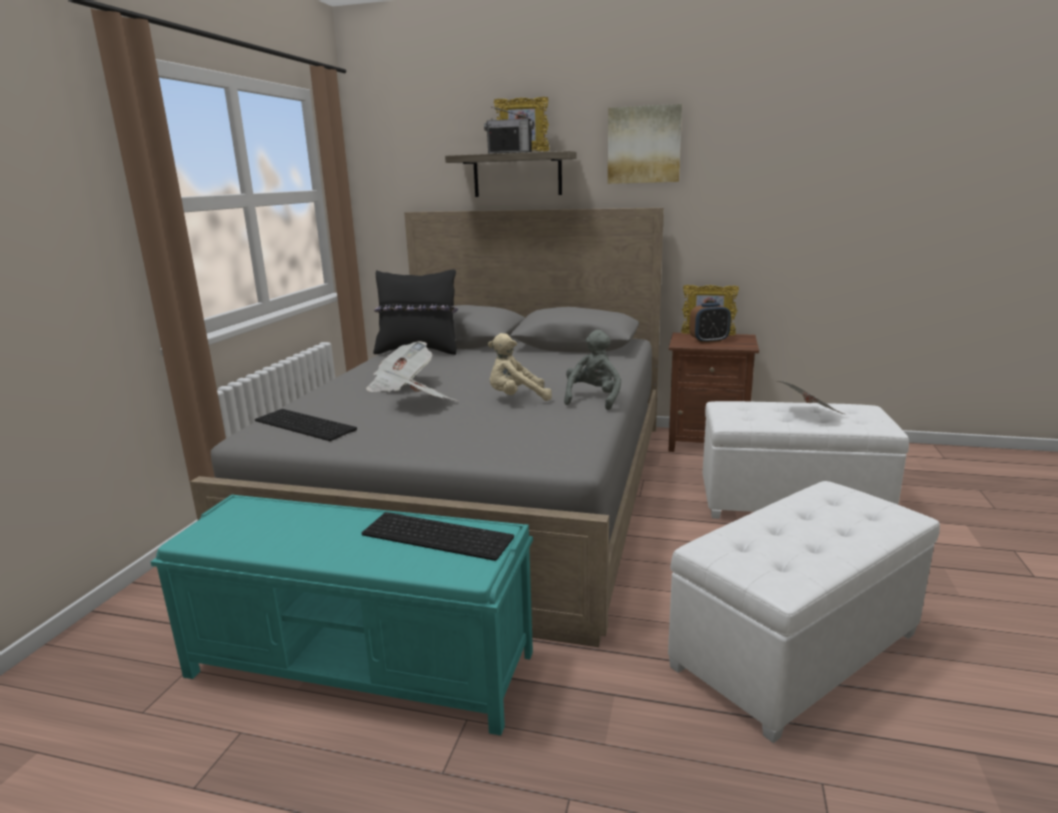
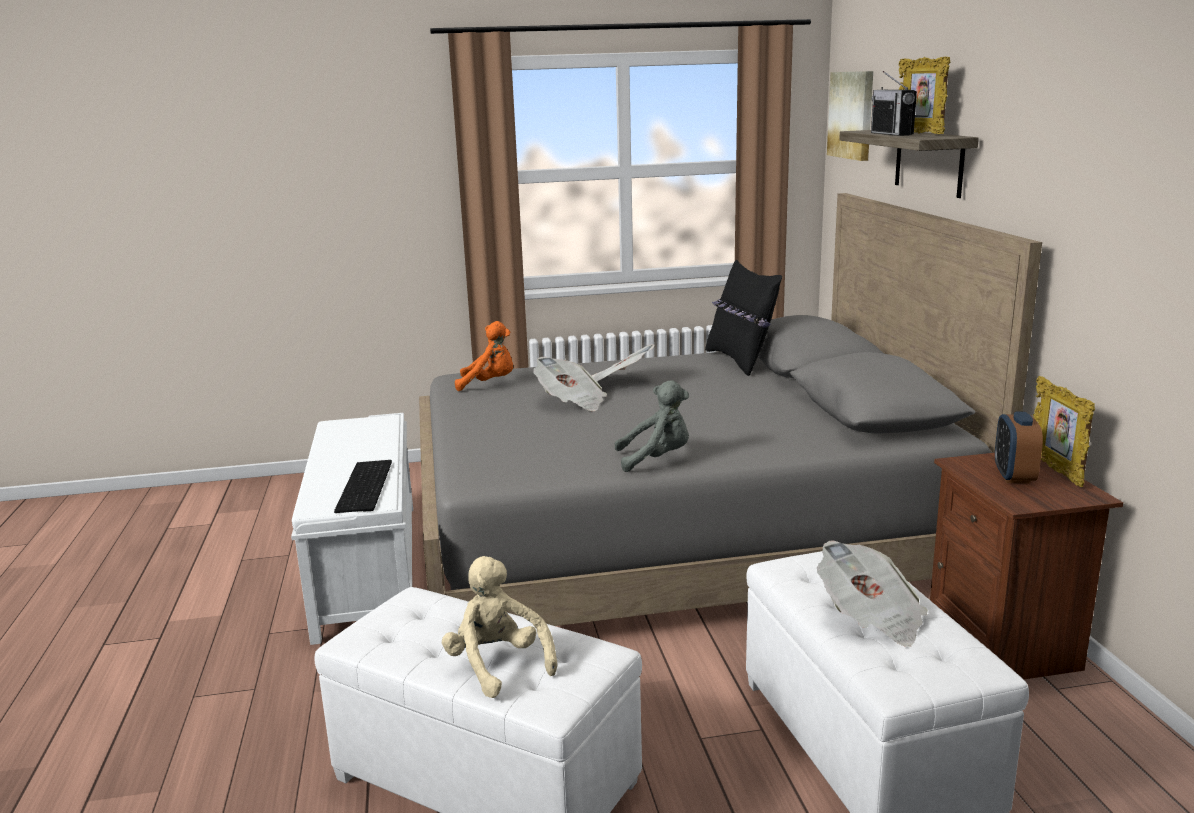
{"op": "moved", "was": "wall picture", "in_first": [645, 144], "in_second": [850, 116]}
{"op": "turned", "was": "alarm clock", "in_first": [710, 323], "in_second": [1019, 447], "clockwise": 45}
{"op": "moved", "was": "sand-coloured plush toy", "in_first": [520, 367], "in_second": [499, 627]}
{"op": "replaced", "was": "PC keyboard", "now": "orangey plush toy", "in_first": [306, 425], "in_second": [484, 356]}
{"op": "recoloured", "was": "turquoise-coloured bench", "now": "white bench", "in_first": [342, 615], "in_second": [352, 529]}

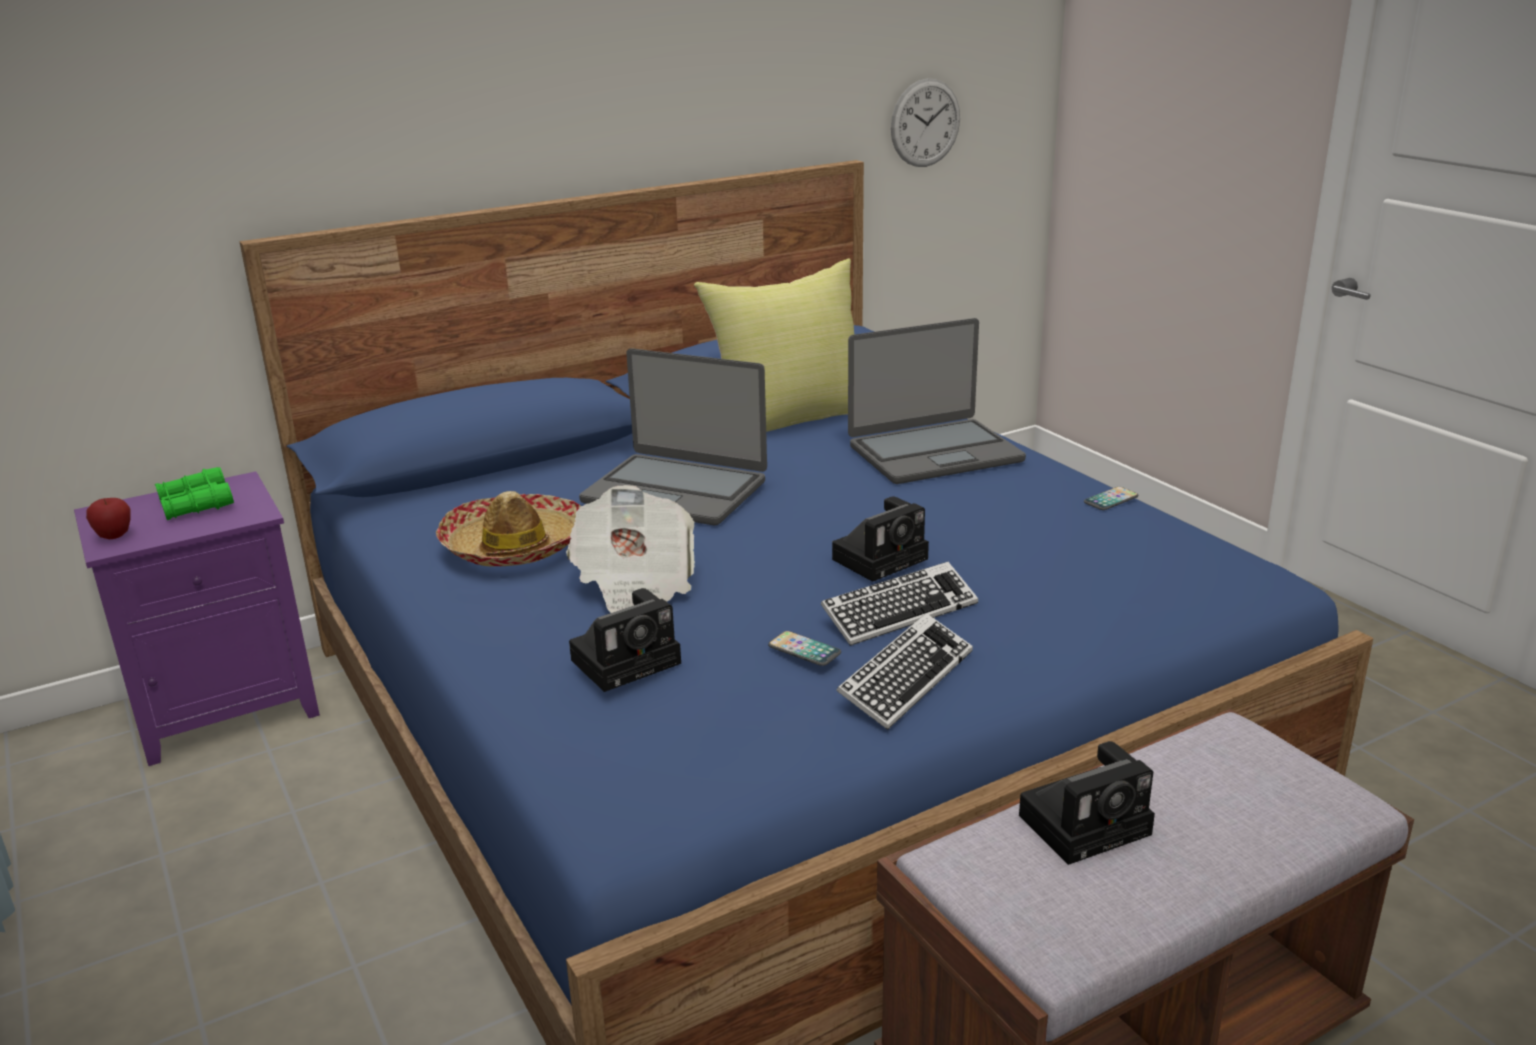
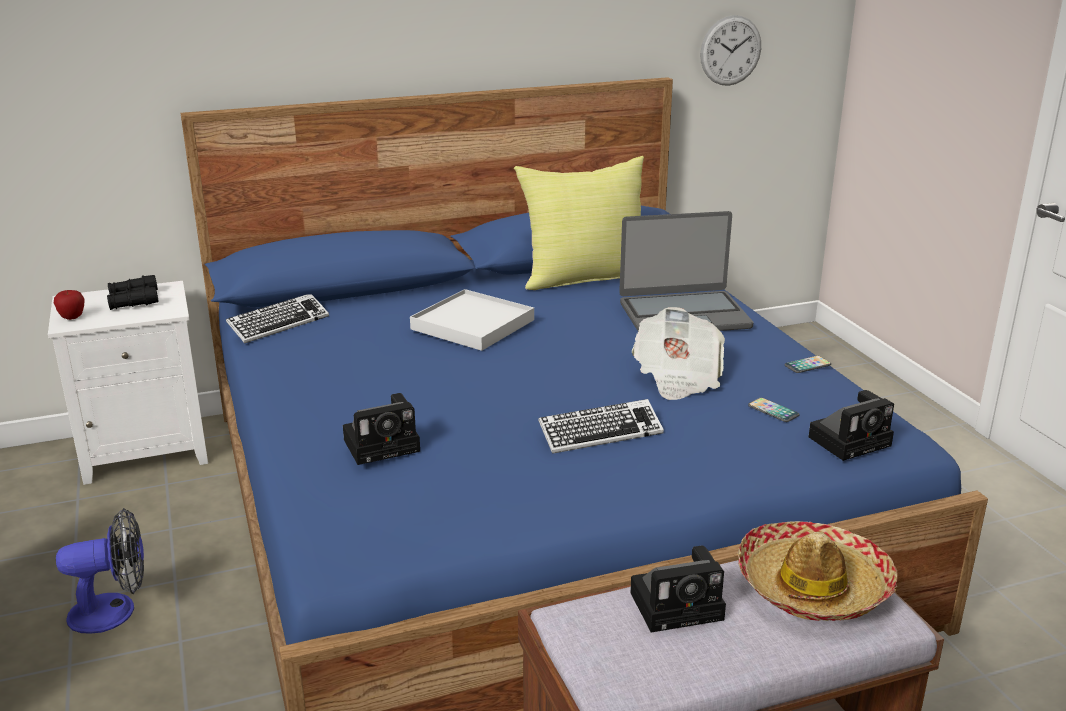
{"op": "replaced", "was": "portable computer", "now": "white carrying tray", "in_first": [673, 437], "in_second": [472, 320]}
{"op": "recoloured", "was": "green-coloured binoculars", "now": "black binoculars", "in_first": [194, 493], "in_second": [133, 292]}
{"op": "recoloured", "was": "purple-coloured bedside table", "now": "white bedside table", "in_first": [197, 618], "in_second": [128, 383]}
{"op": "moved", "was": "daily paper", "in_first": [630, 549], "in_second": [678, 353]}
{"op": "moved", "was": "wearable hat", "in_first": [508, 528], "in_second": [817, 571]}
{"op": "moved", "was": "still camera", "in_first": [880, 539], "in_second": [851, 425]}
{"op": "moved", "was": "PC keyboard", "in_first": [904, 671], "in_second": [277, 318]}
{"op": "moved", "was": "telephone", "in_first": [804, 648], "in_second": [773, 410]}
{"op": "added", "now": "cooling fan", "in_second": [100, 571]}

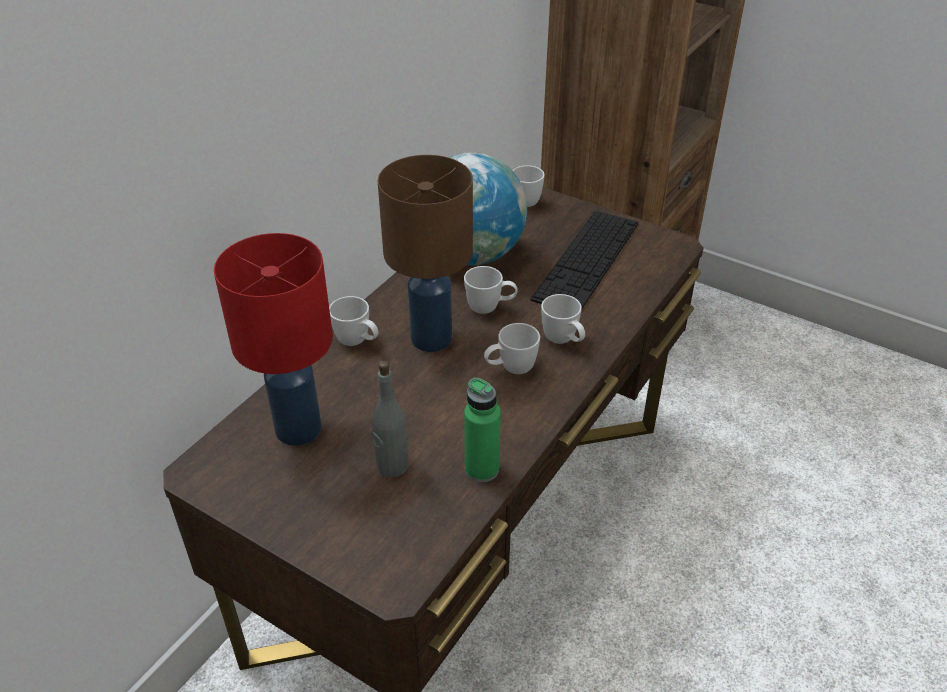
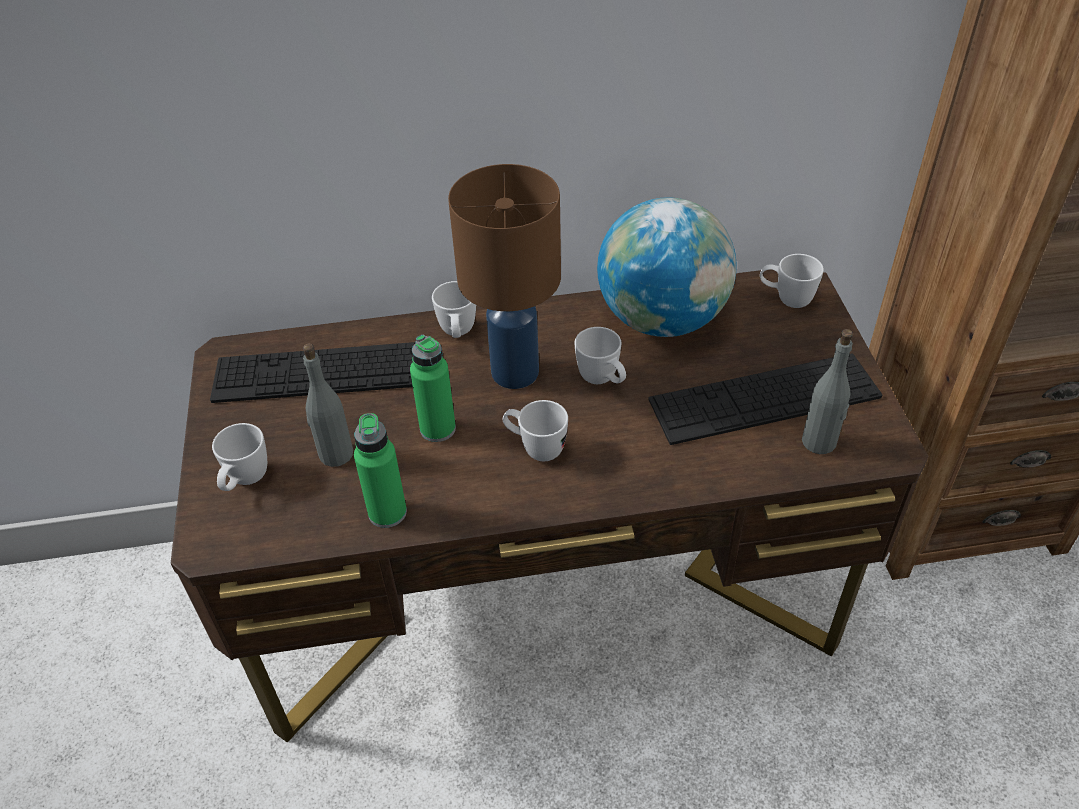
{"op": "replaced", "was": "reddish tabletop lamp", "now": "PC keyboard", "in_first": [273, 339], "in_second": [312, 372]}
{"op": "moved", "was": "white tea mug", "in_first": [563, 319], "in_second": [239, 457]}
{"op": "added", "now": "grey drink bottle", "in_second": [827, 391]}
{"op": "added", "now": "green-coloured drink bottle", "in_second": [433, 388]}

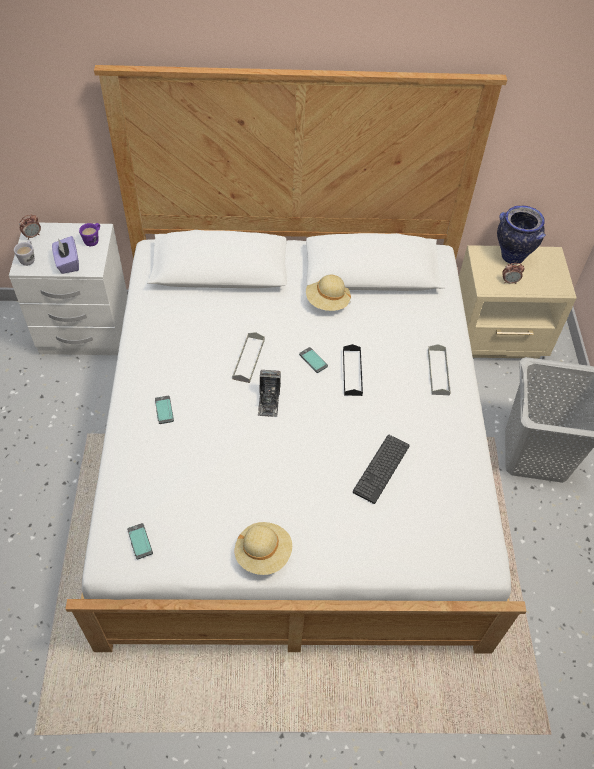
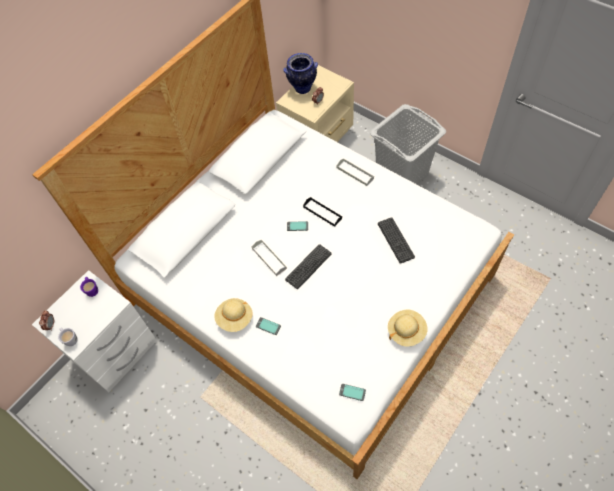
{"op": "removed", "was": "purple-coloured box of tissues", "in_first": [65, 255]}
{"op": "moved", "was": "sand-coloured wearable hat", "in_first": [328, 293], "in_second": [233, 315]}
{"op": "replaced", "was": "still camera", "now": "PC keyboard", "in_first": [269, 393], "in_second": [308, 266]}

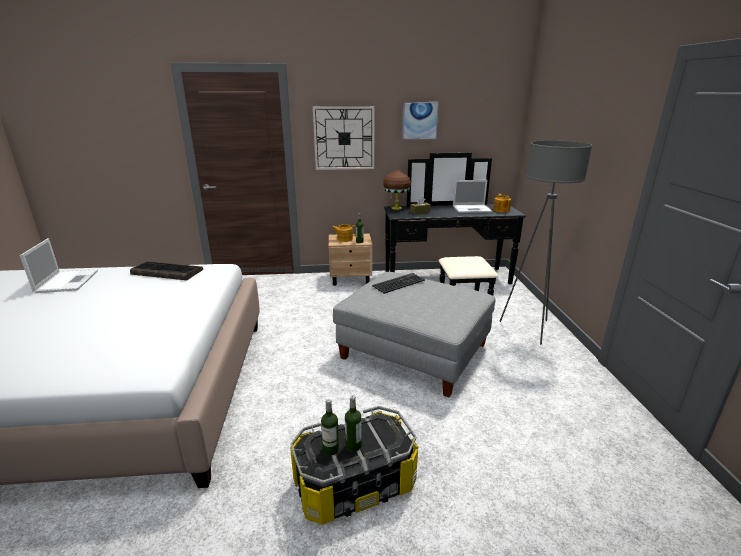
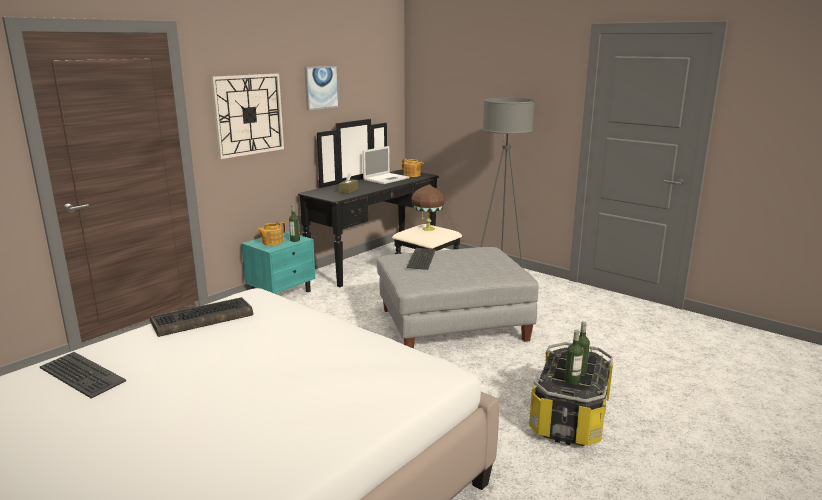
{"op": "moved", "was": "brown tabletop lamp", "in_first": [397, 190], "in_second": [428, 207]}
{"op": "recoloured", "was": "sand-coloured bedside table", "now": "turquoise-coloured bedside table", "in_first": [350, 260], "in_second": [278, 262]}
{"op": "replaced", "was": "portable computer", "now": "PC keyboard", "in_first": [59, 265], "in_second": [83, 375]}

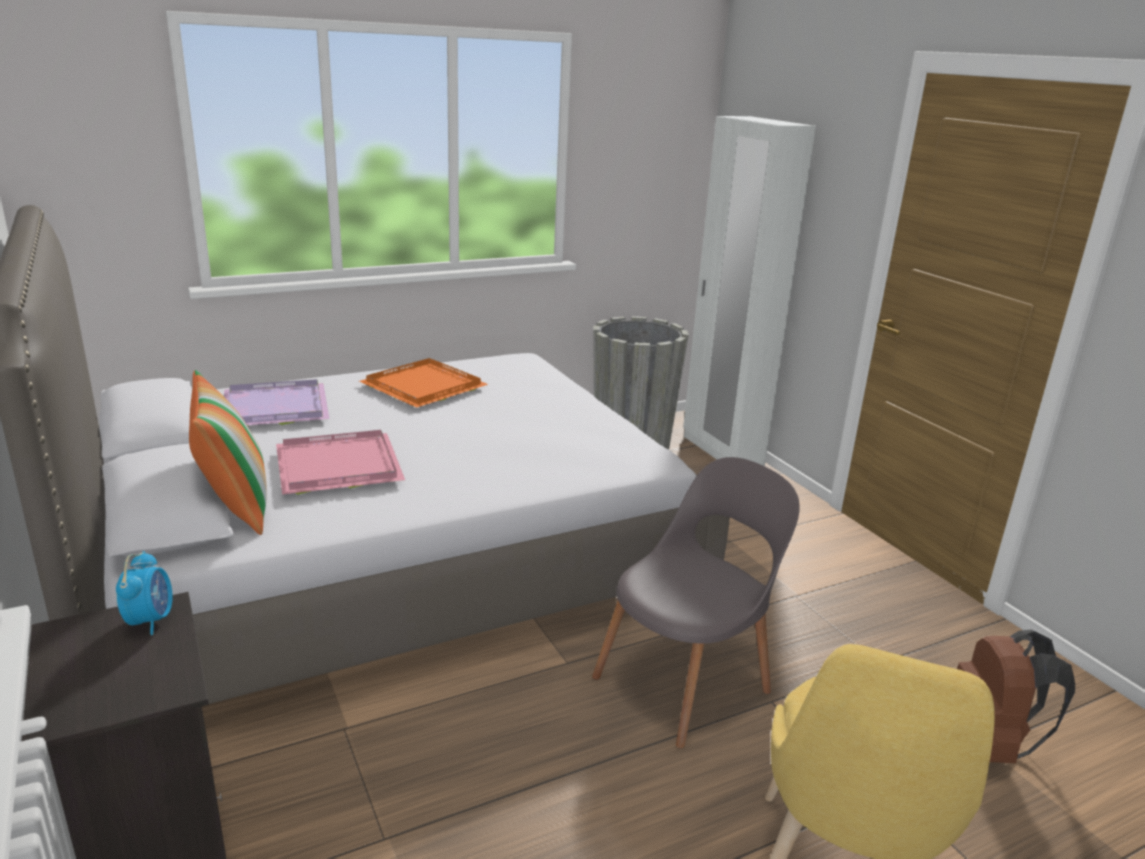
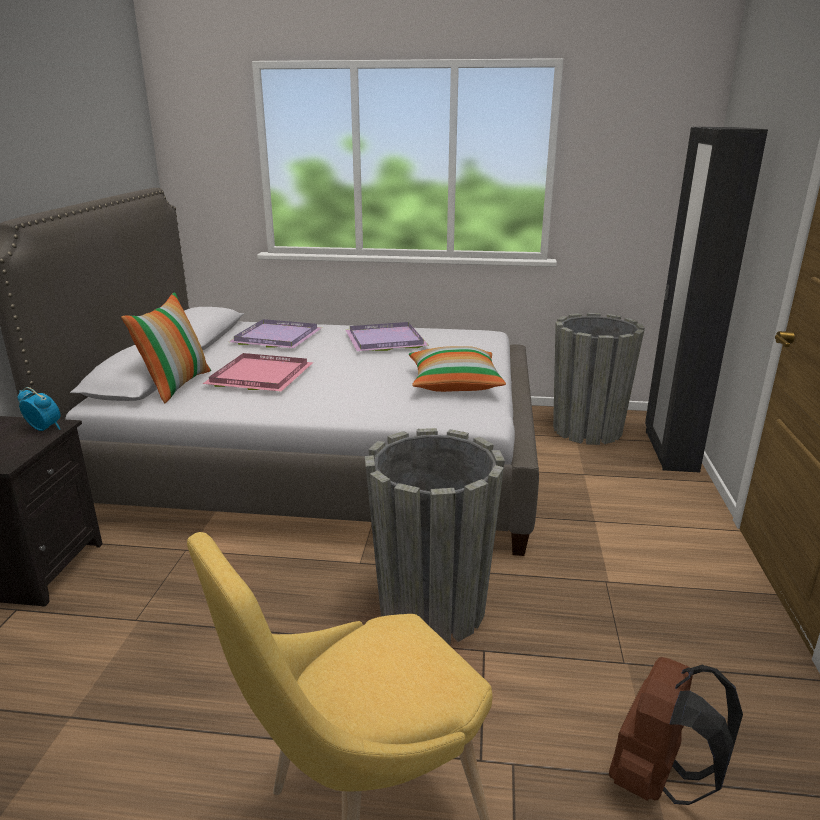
{"op": "recoloured", "was": "white clothes cupboard", "now": "black clothes cupboard", "in_first": [749, 291], "in_second": [706, 300]}
{"op": "recoloured", "was": "orangey carrying tray", "now": "purple-coloured carrying tray", "in_first": [423, 383], "in_second": [387, 336]}
{"op": "replaced", "was": "grey chair", "now": "grey plant pot", "in_first": [696, 603], "in_second": [435, 536]}
{"op": "turned", "was": "alarm clock", "in_first": [144, 593], "in_second": [39, 409], "clockwise": -90}
{"op": "added", "now": "cushion", "in_second": [457, 369]}

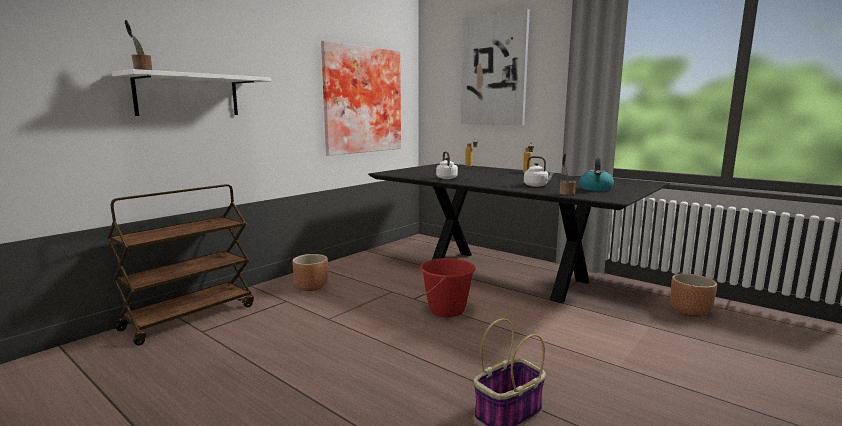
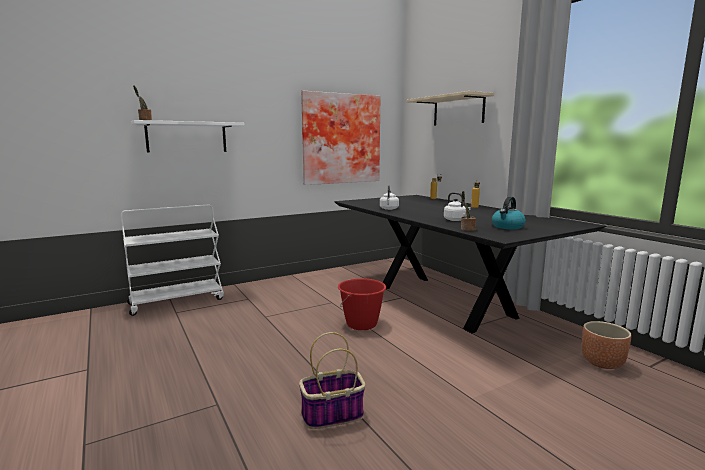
{"op": "replaced", "was": "wall picture", "now": "sand-coloured wall shelf", "in_first": [495, 67], "in_second": [450, 108]}
{"op": "recoloured", "was": "brown cart", "now": "white cart", "in_first": [180, 265], "in_second": [172, 260]}
{"op": "removed", "was": "brown plant pot", "in_first": [310, 272]}

